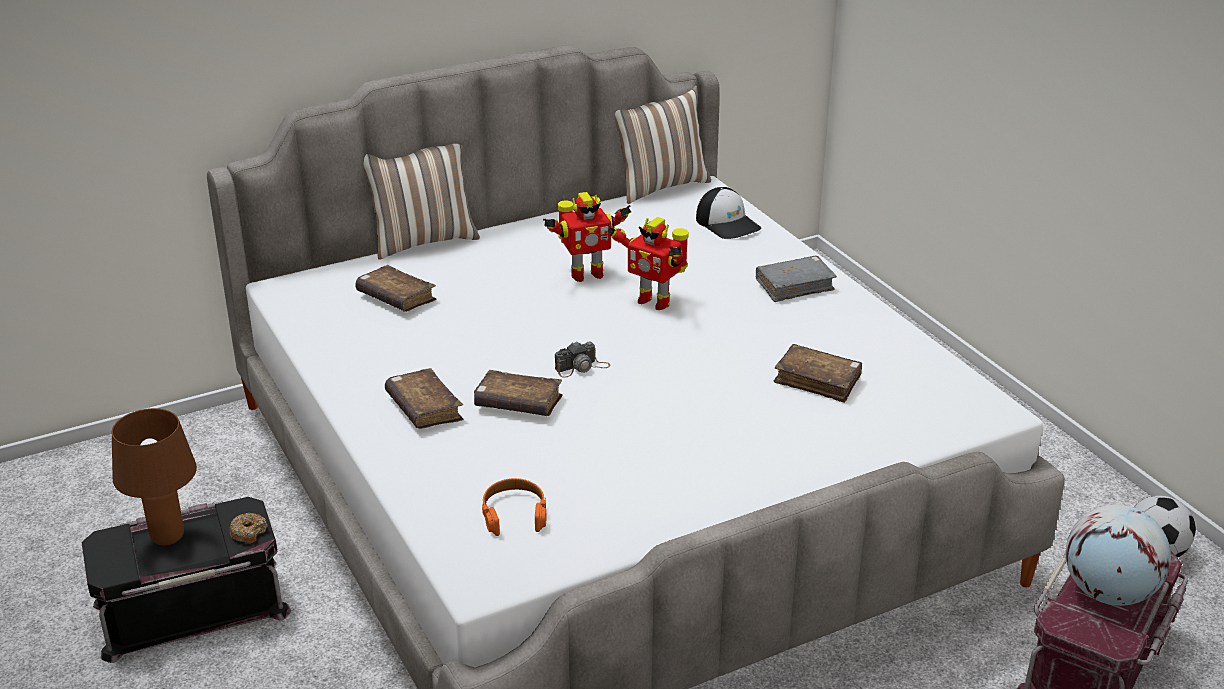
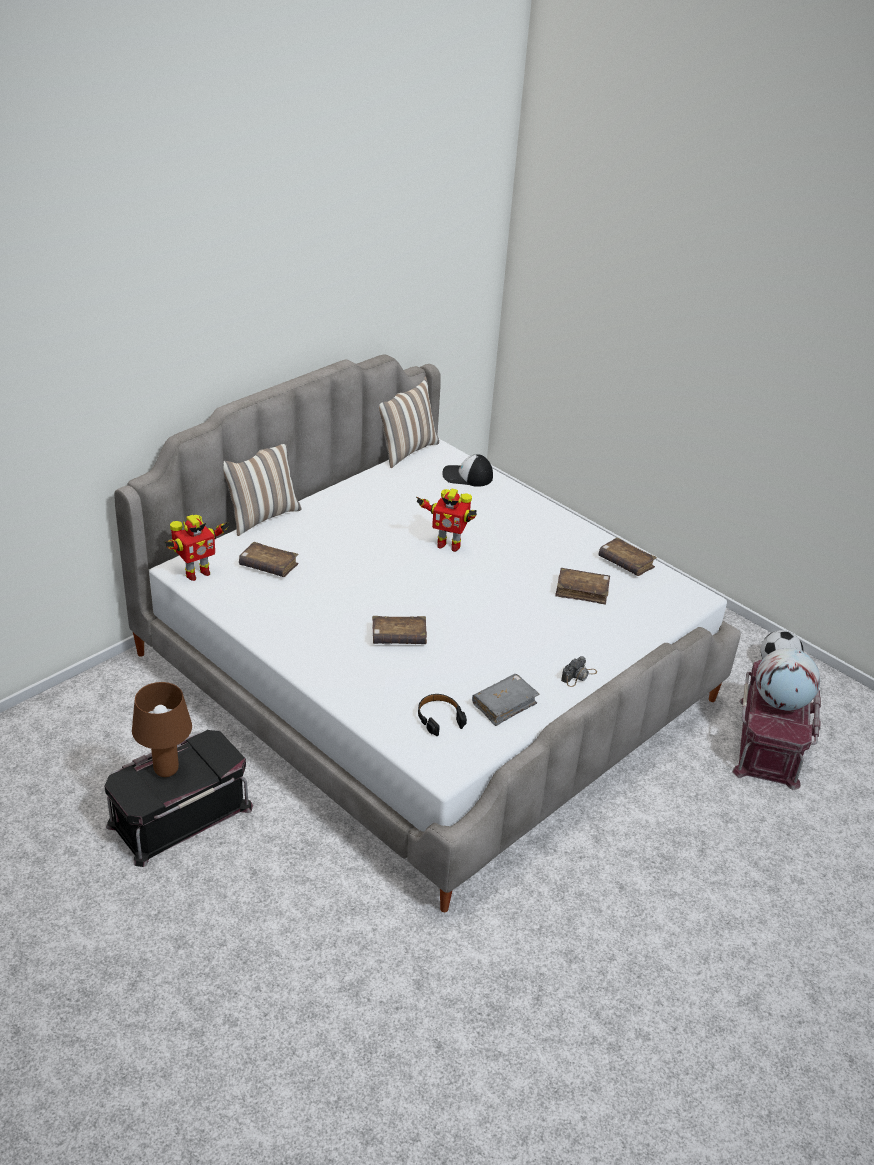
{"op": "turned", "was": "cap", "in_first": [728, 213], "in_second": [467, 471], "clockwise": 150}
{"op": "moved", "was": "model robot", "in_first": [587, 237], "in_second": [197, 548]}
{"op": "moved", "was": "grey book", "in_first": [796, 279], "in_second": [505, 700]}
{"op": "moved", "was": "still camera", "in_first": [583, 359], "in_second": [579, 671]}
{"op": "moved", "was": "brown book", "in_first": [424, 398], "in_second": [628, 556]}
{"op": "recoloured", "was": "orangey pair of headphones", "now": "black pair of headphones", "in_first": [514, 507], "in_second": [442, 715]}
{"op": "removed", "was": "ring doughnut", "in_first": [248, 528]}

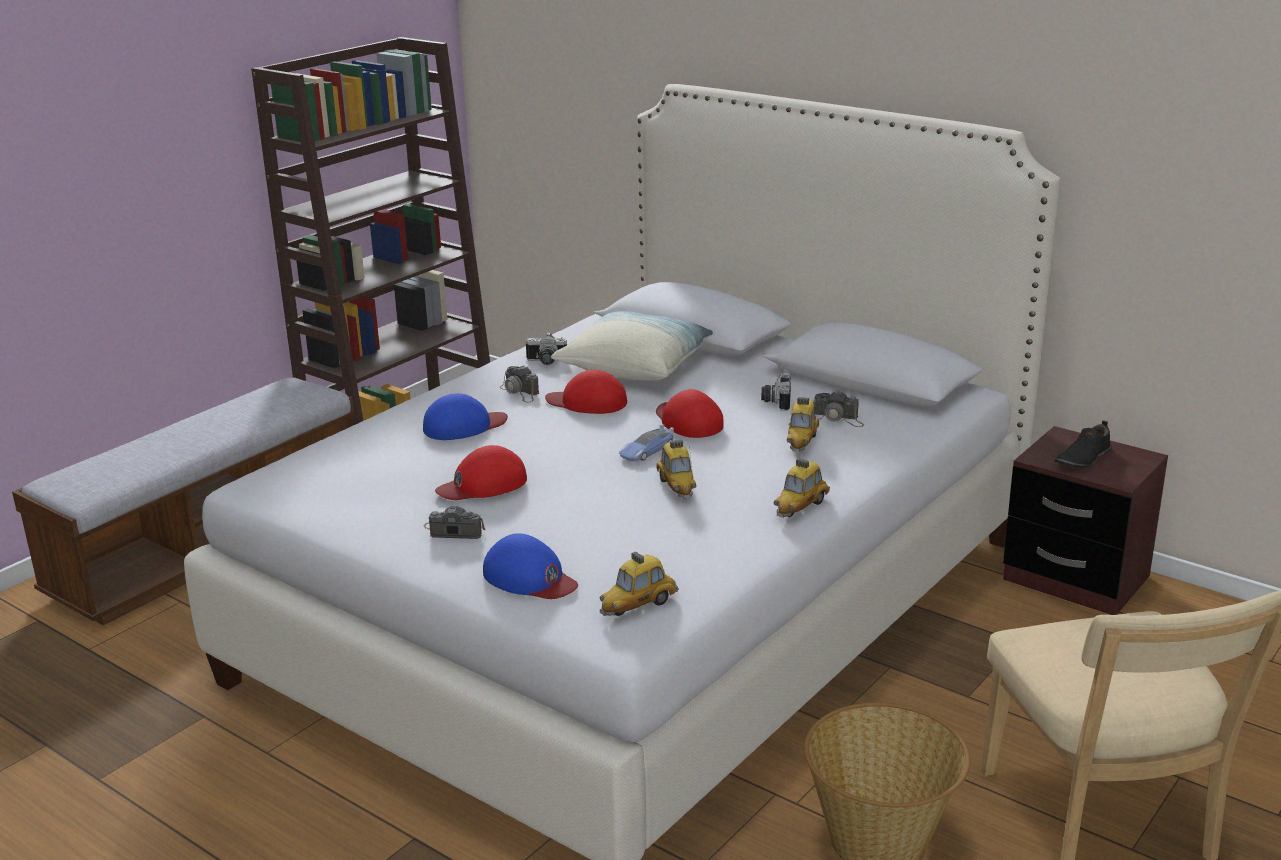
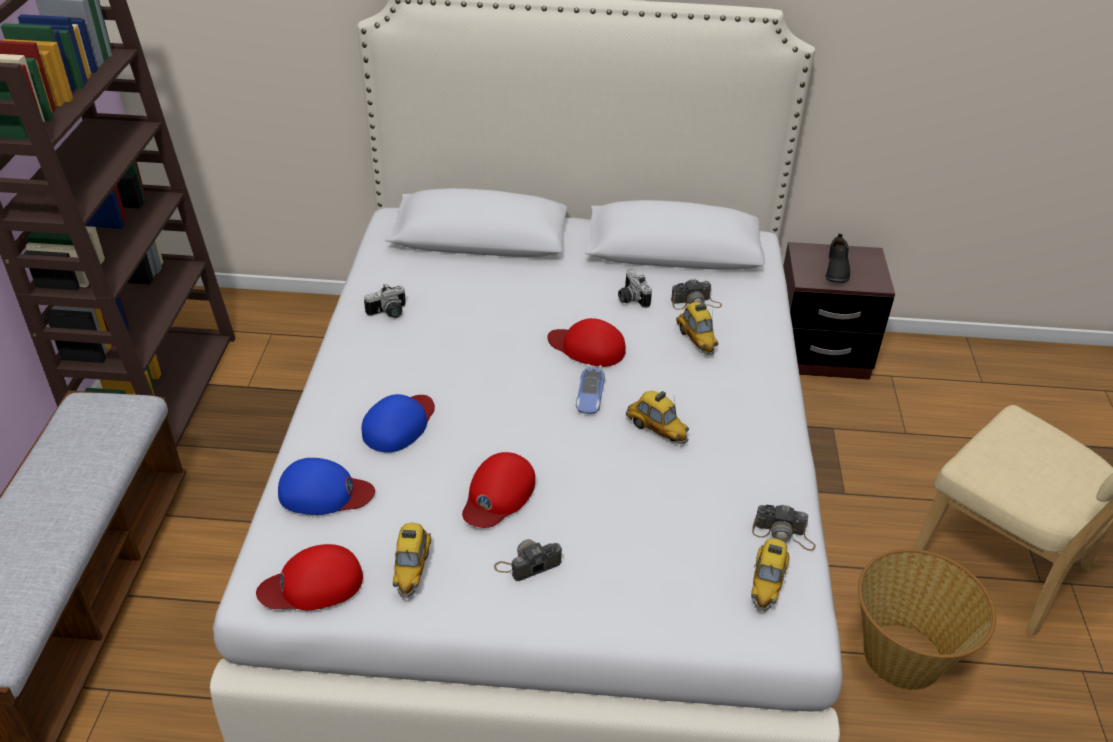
{"op": "removed", "was": "cushion", "in_first": [632, 346]}
{"op": "moved", "was": "still camera", "in_first": [519, 383], "in_second": [784, 527]}
{"op": "moved", "was": "reddish cap", "in_first": [586, 392], "in_second": [309, 577]}
{"op": "moved", "was": "model car", "in_first": [802, 487], "in_second": [412, 560]}
{"op": "moved", "was": "blue-coloured cap", "in_first": [530, 566], "in_second": [326, 486]}

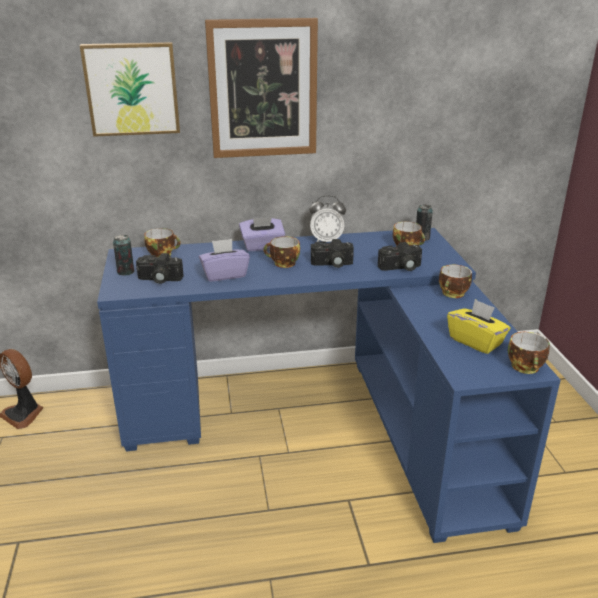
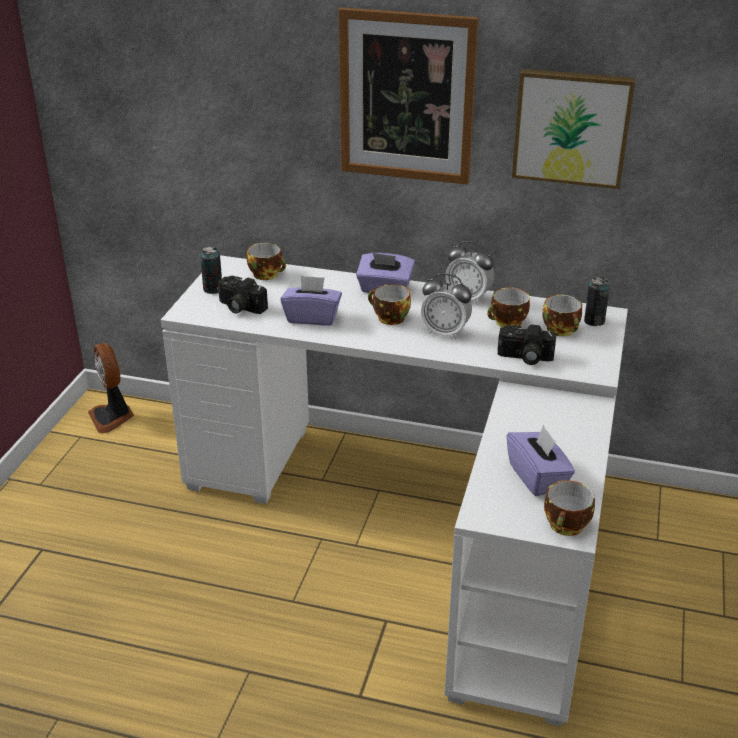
{"op": "moved", "was": "wall picture", "in_first": [130, 89], "in_second": [574, 129]}
{"op": "recoloured", "was": "blue-coloured desk unit", "now": "white desk unit", "in_first": [329, 385], "in_second": [394, 490]}
{"op": "replaced", "was": "still camera", "now": "alarm clock", "in_first": [332, 253], "in_second": [446, 306]}
{"op": "moved", "was": "drinking cup", "in_first": [455, 281], "in_second": [508, 307]}
{"op": "recoloured", "was": "yellow-coloured box of tissues", "now": "purple-coloured box of tissues", "in_first": [478, 326], "in_second": [540, 460]}

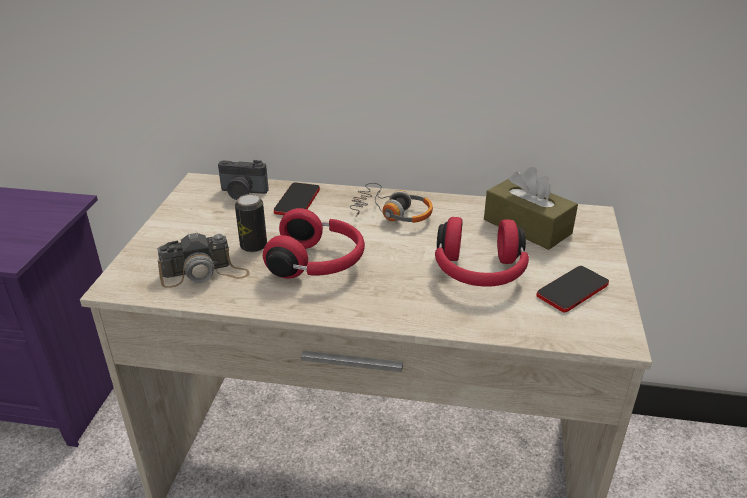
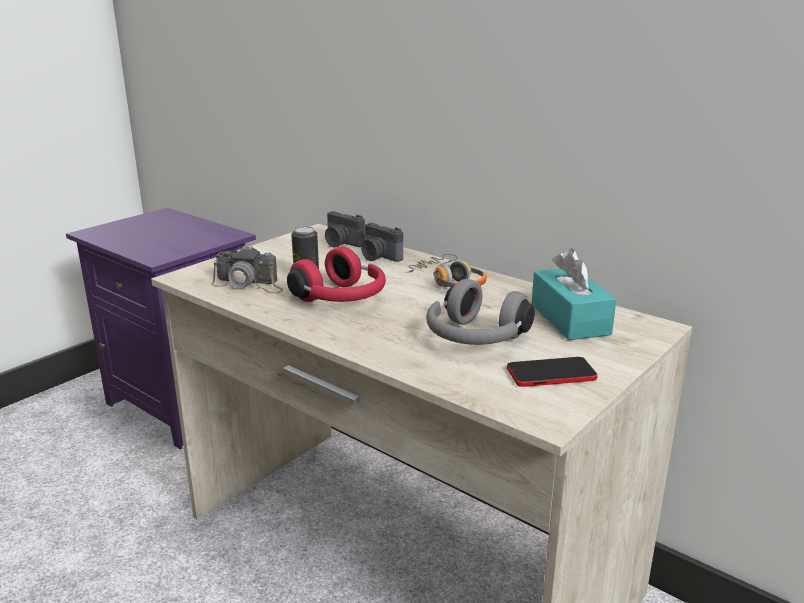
{"op": "recoloured", "was": "brown box of tissues", "now": "turquoise-coloured box of tissues", "in_first": [531, 208], "in_second": [574, 294]}
{"op": "replaced", "was": "telephone", "now": "still camera", "in_first": [297, 198], "in_second": [382, 242]}
{"op": "recoloured", "was": "reddish pair of headphones", "now": "grey pair of headphones", "in_first": [482, 251], "in_second": [480, 312]}

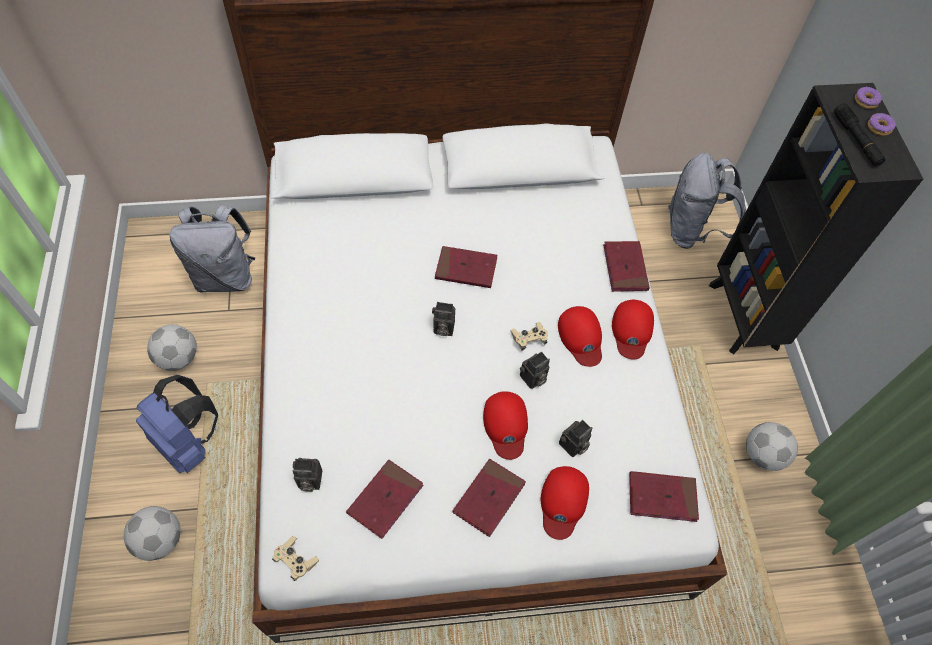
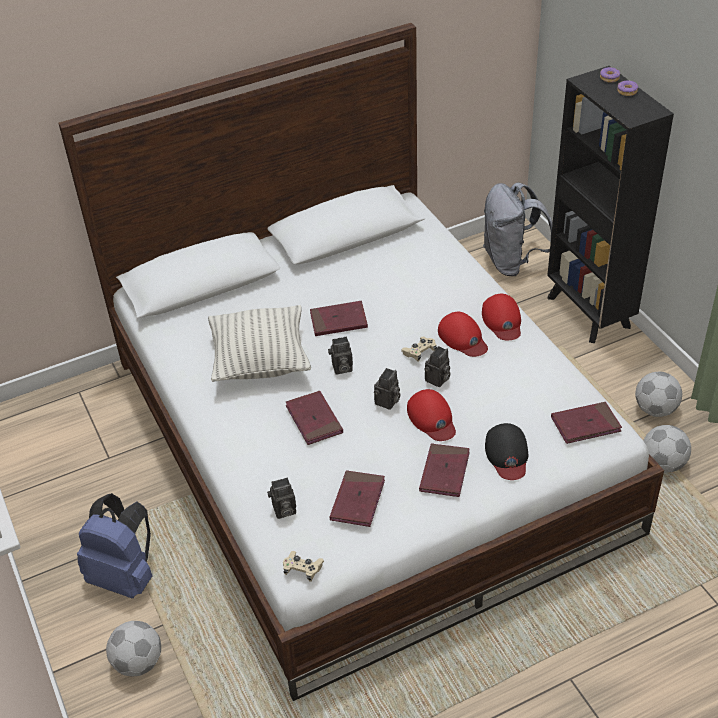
{"op": "removed", "was": "black torch", "in_first": [859, 134]}
{"op": "removed", "was": "grey rucksack", "in_first": [212, 249]}
{"op": "moved", "was": "reddish book", "in_first": [626, 266], "in_second": [314, 418]}
{"op": "moved", "was": "ball for football", "in_first": [172, 347], "in_second": [667, 449]}
{"op": "moved", "was": "still camera", "in_first": [575, 438], "in_second": [387, 389]}
{"op": "recoloured", "was": "reddish cap", "now": "black cap", "in_first": [565, 503], "in_second": [506, 451]}
{"op": "added", "now": "cushion", "in_second": [259, 343]}

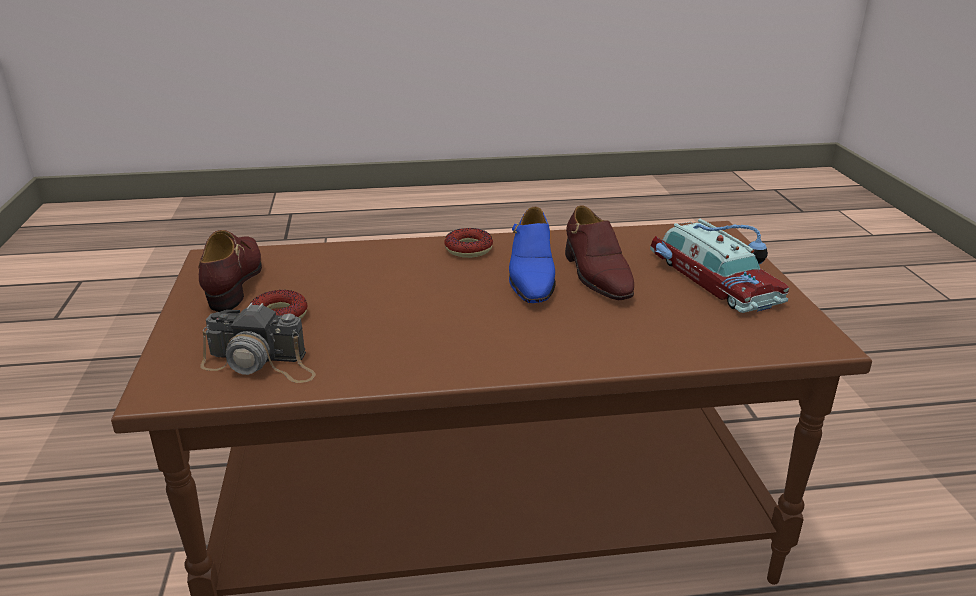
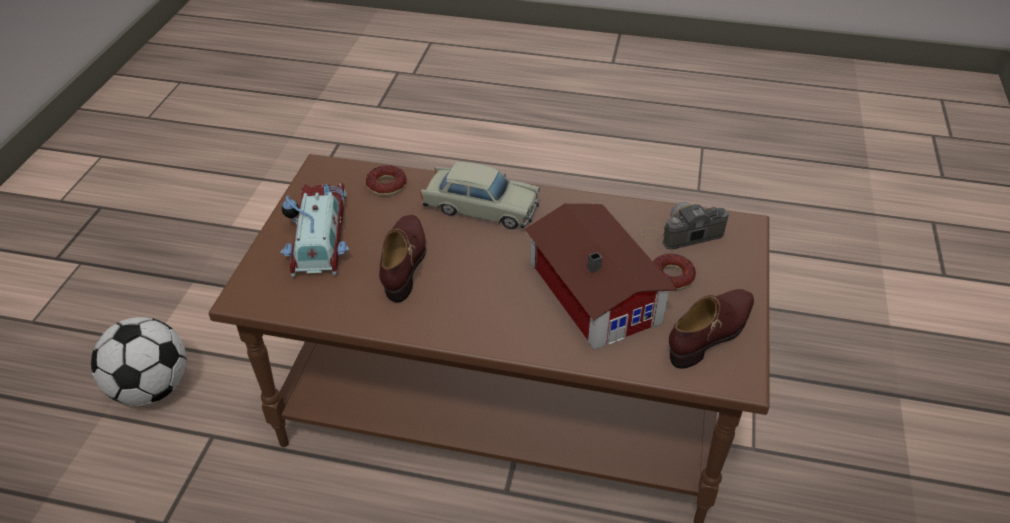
{"op": "removed", "was": "blue-coloured shoe", "in_first": [532, 255]}
{"op": "moved", "was": "ring doughnut", "in_first": [468, 243], "in_second": [386, 180]}
{"op": "turned", "was": "brown shoe", "in_first": [230, 271], "in_second": [711, 329], "clockwise": -150}
{"op": "turned", "was": "still camera", "in_first": [258, 342], "in_second": [684, 226], "clockwise": -45}
{"op": "added", "now": "sand-coloured model car", "in_second": [480, 195]}
{"op": "added", "now": "miniature house", "in_second": [600, 276]}
{"op": "added", "now": "ball for football", "in_second": [138, 361]}

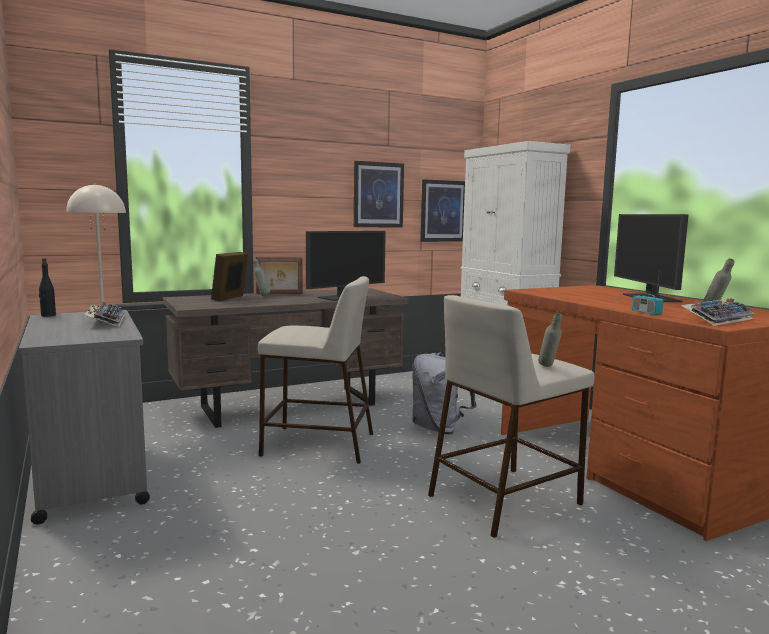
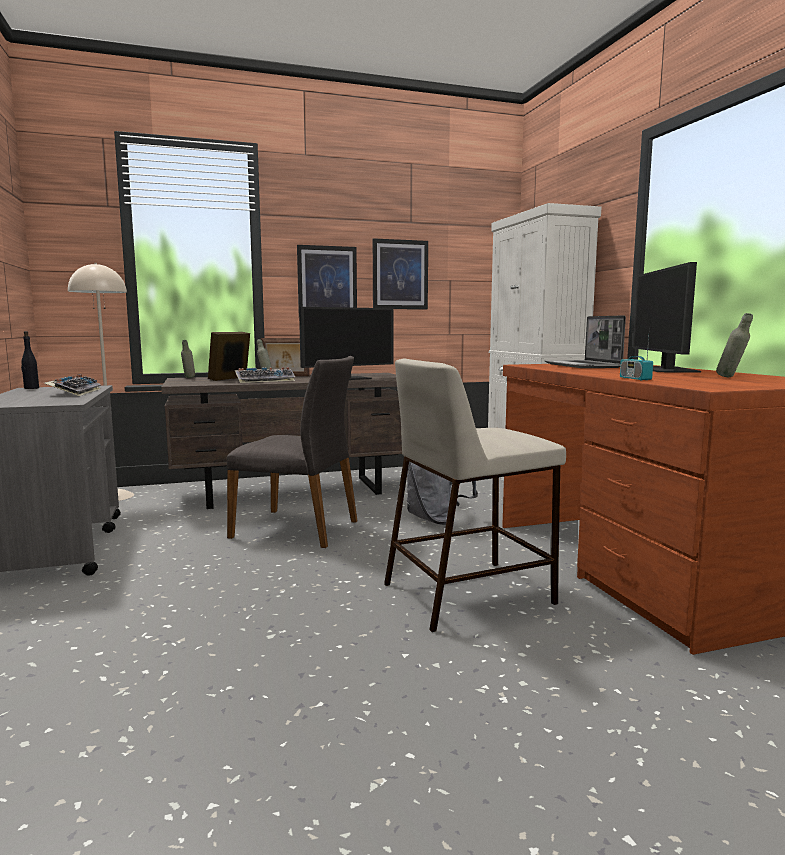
{"op": "moved", "was": "wall picture", "in_first": [443, 210], "in_second": [327, 276]}
{"op": "replaced", "was": "sand-coloured sitting stool", "now": "grey chair", "in_first": [315, 370], "in_second": [292, 452]}
{"op": "moved", "was": "PC keyboard", "in_first": [718, 312], "in_second": [265, 375]}
{"op": "moved", "was": "grey drink bottle", "in_first": [550, 340], "in_second": [188, 359]}
{"op": "added", "now": "portable computer", "in_second": [585, 341]}

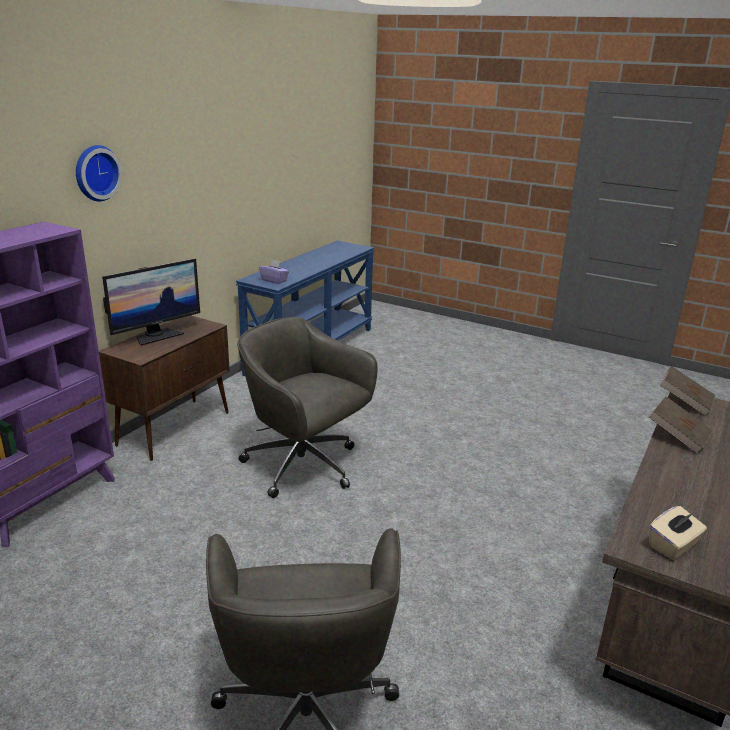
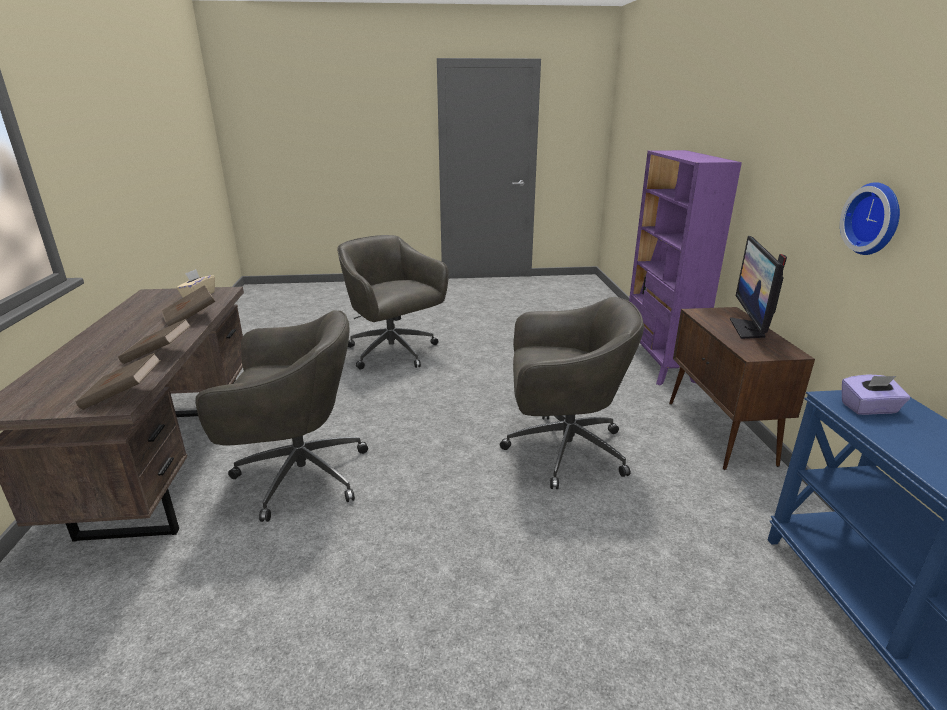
{"op": "moved", "was": "wall clock", "in_first": [99, 173], "in_second": [870, 218]}
{"op": "added", "now": "brown book", "in_second": [188, 305]}
{"op": "added", "now": "grey office chair", "in_second": [281, 416]}

